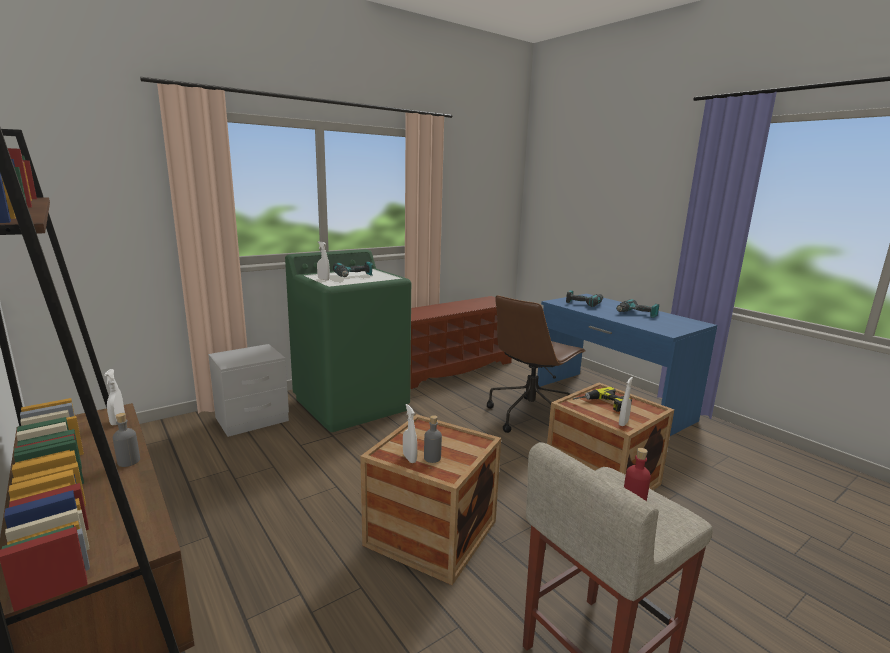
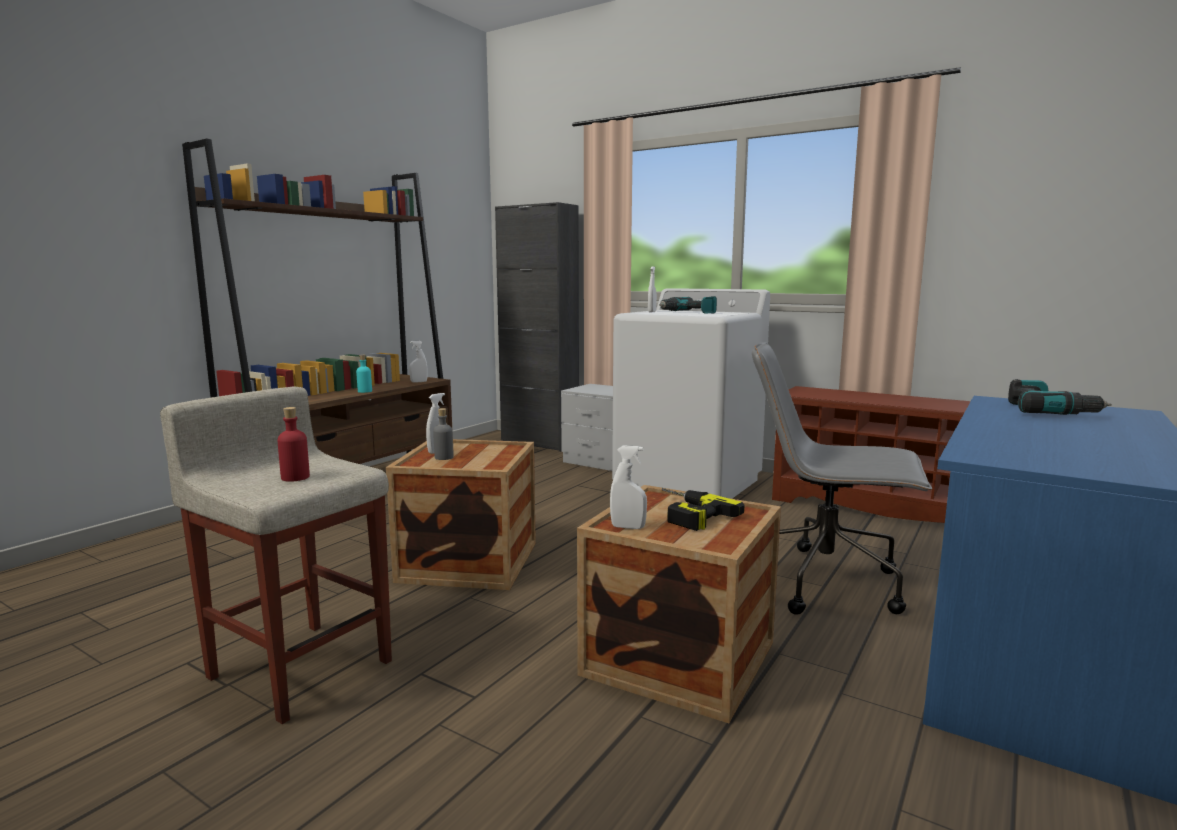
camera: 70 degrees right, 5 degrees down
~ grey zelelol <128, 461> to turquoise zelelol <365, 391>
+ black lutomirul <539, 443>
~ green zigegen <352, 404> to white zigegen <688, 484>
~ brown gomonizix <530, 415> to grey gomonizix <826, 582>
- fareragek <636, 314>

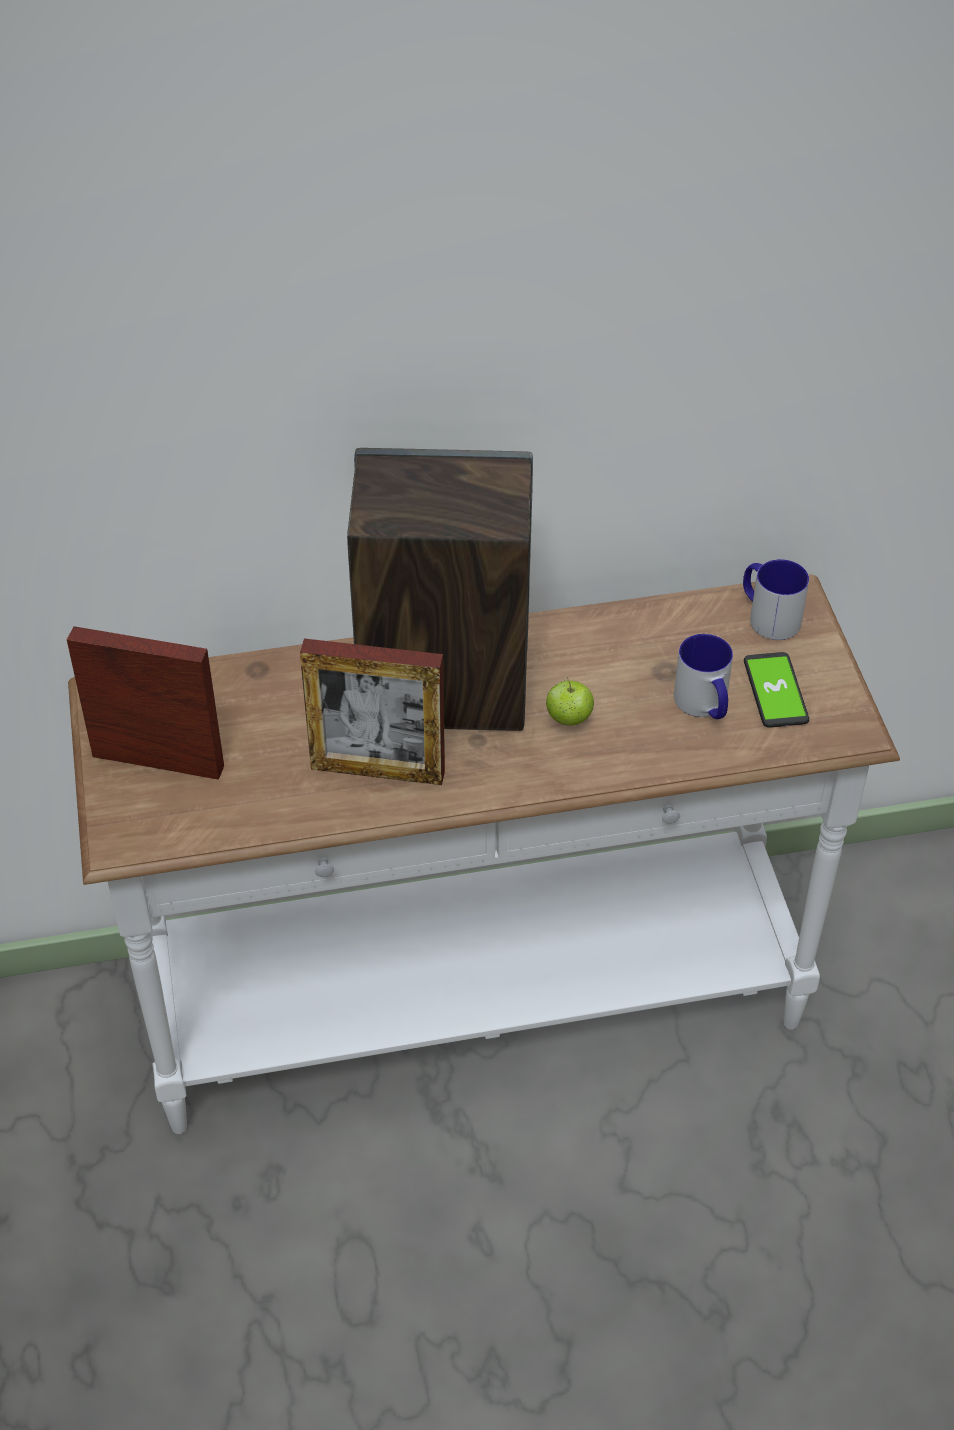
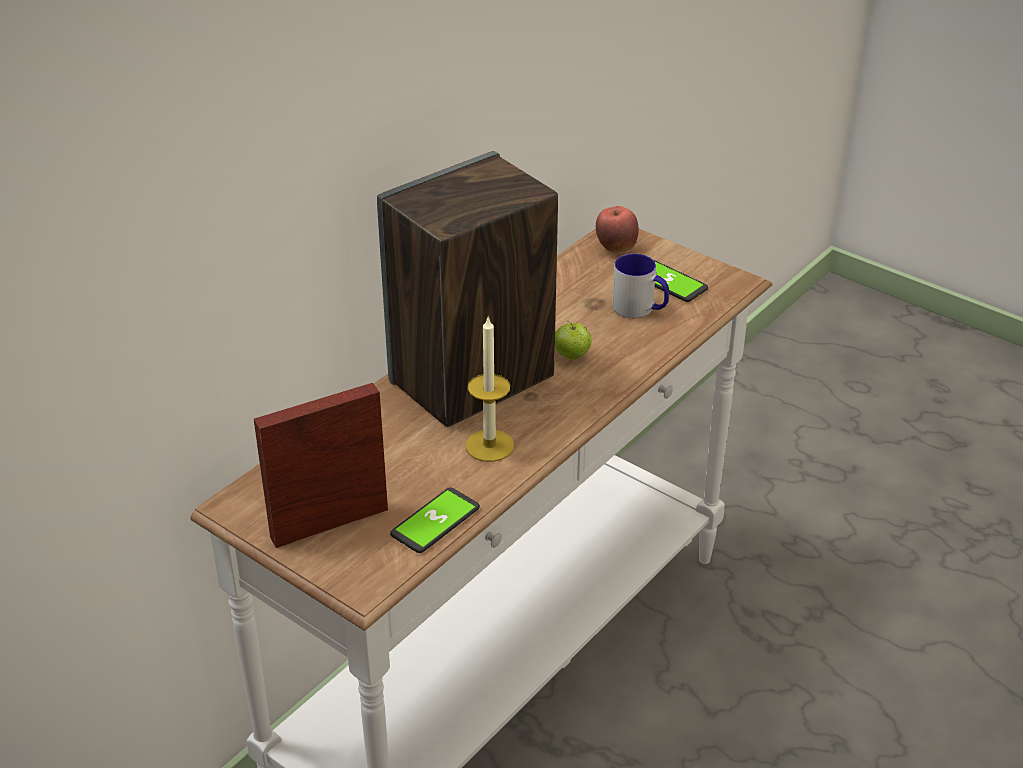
camera: 40 degrees left, 10 degrees down
+ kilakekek <435, 521>
~ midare <377, 770> to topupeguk <489, 445>
~ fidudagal <767, 616> to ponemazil <615, 248>

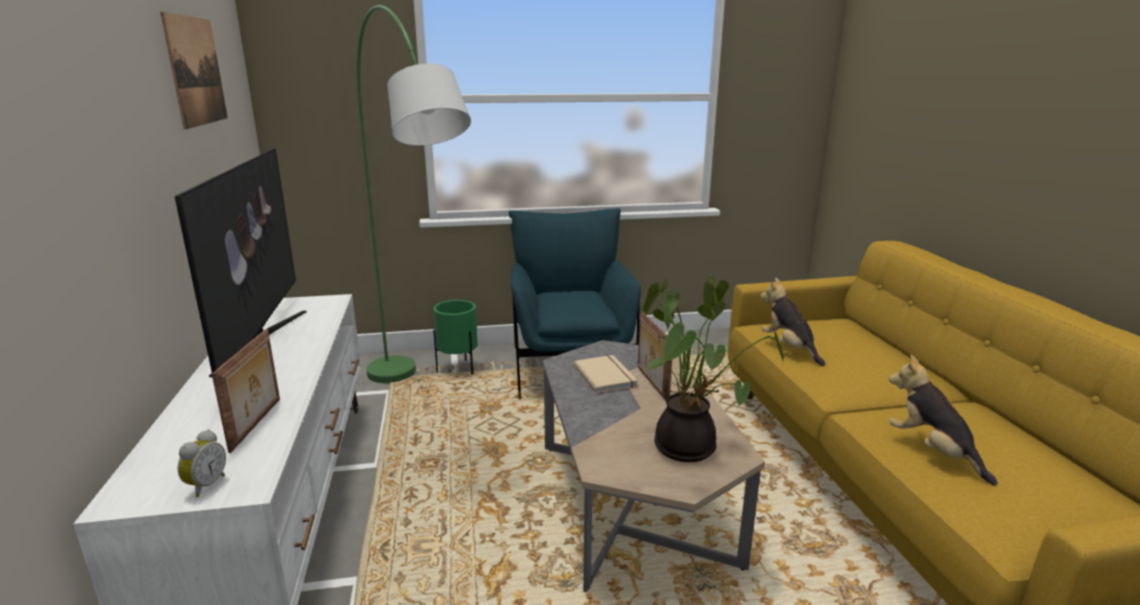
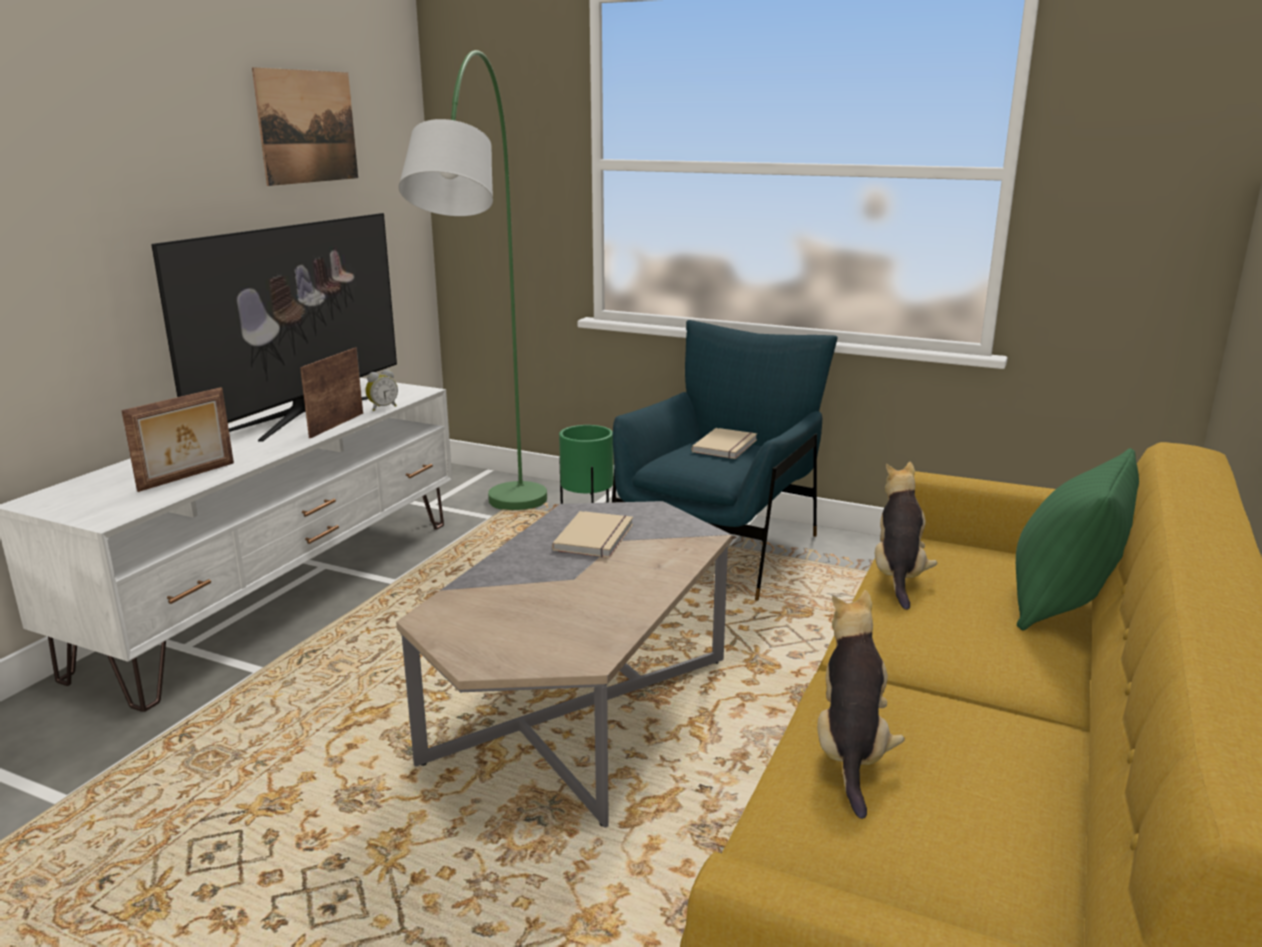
camera: 35 degrees right, 0 degrees up
~ midare <651, 384> to <335, 425>
~ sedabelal <205, 485> to <382, 408>
+ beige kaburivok <727, 446>
+ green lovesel <1062, 603>
- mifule <690, 447>

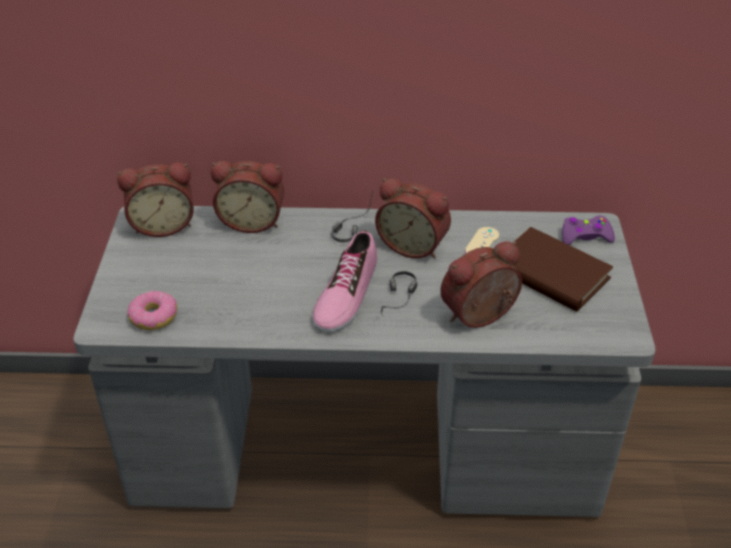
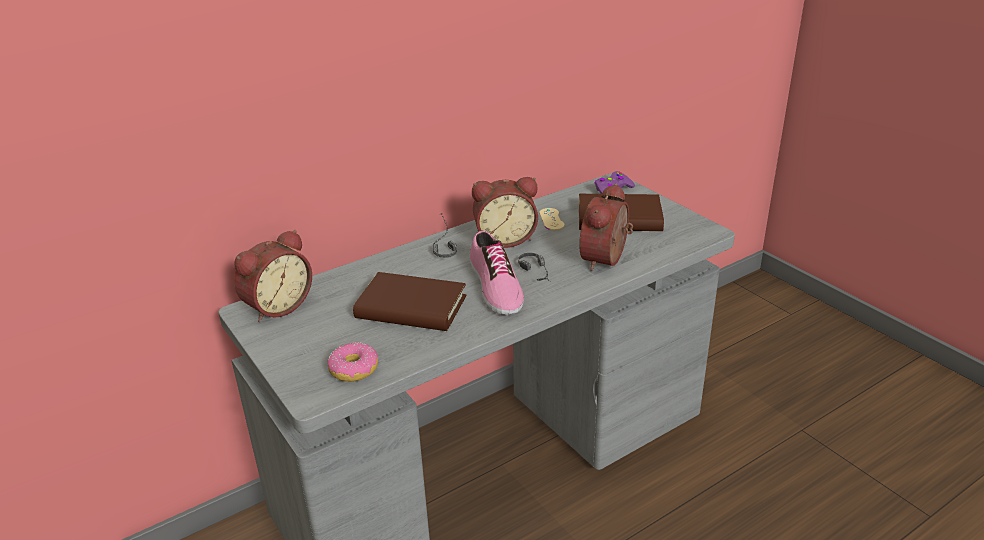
camera: 35 degrees left, 10 degrees down
+ brown kaburivok <411, 307>
- sedabelal <252, 220>

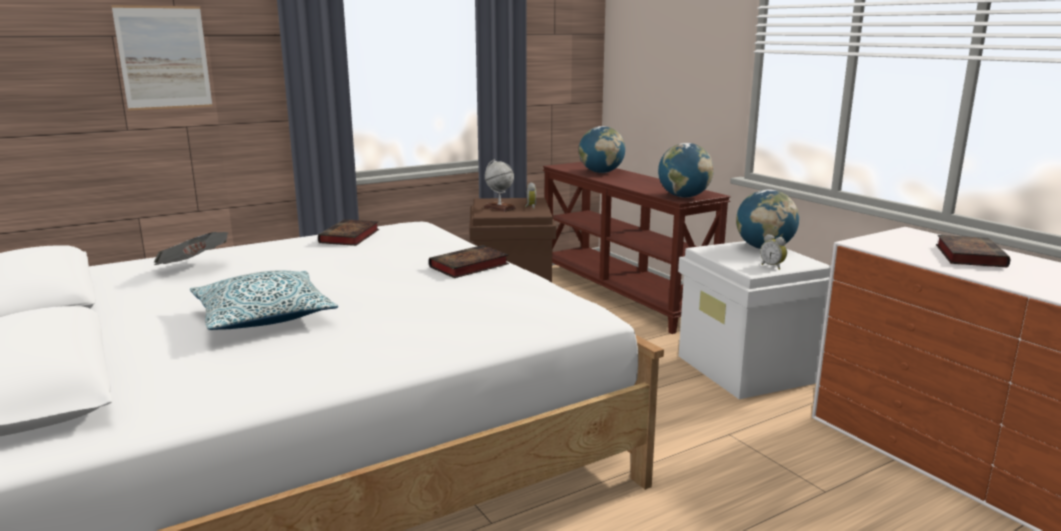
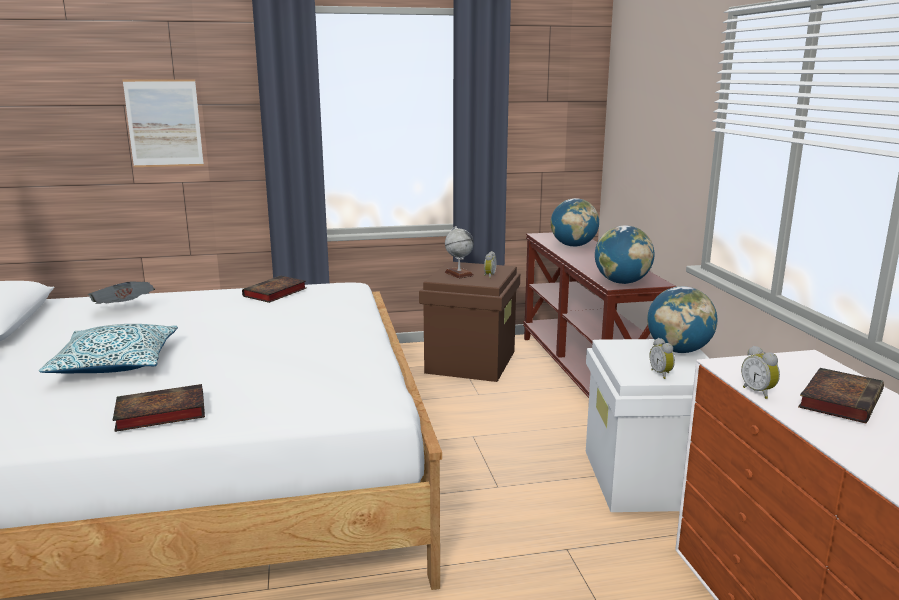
camera: 20 degrees right, 0 degrees up
~ kaburivok <468, 266> to <158, 413>
+ sedabelal <759, 392>

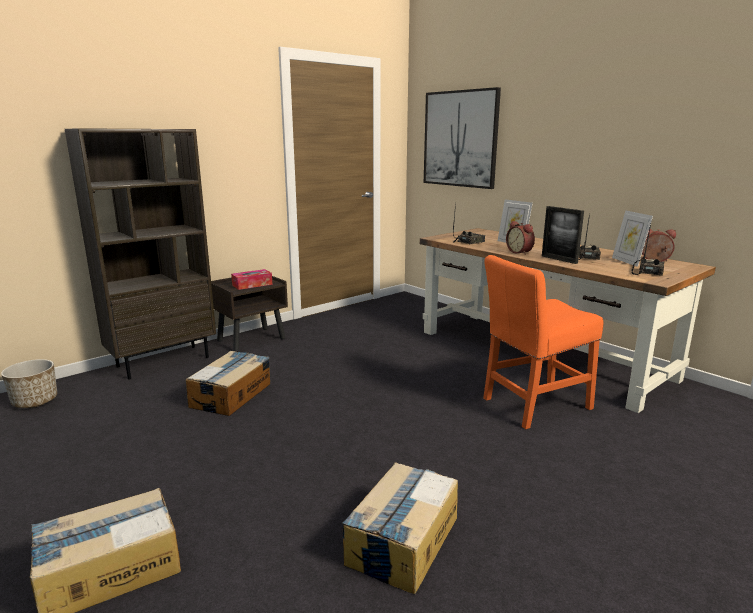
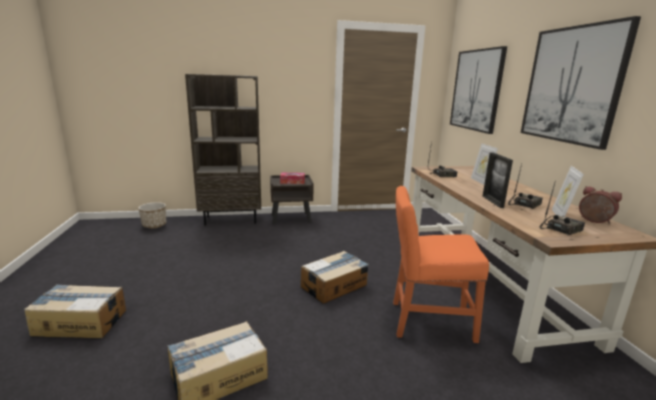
camera: 30 degrees right, 0 degrees up
~ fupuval <232, 395> to <334, 286>
+ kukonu <572, 85>
- sedabelal <520, 252>

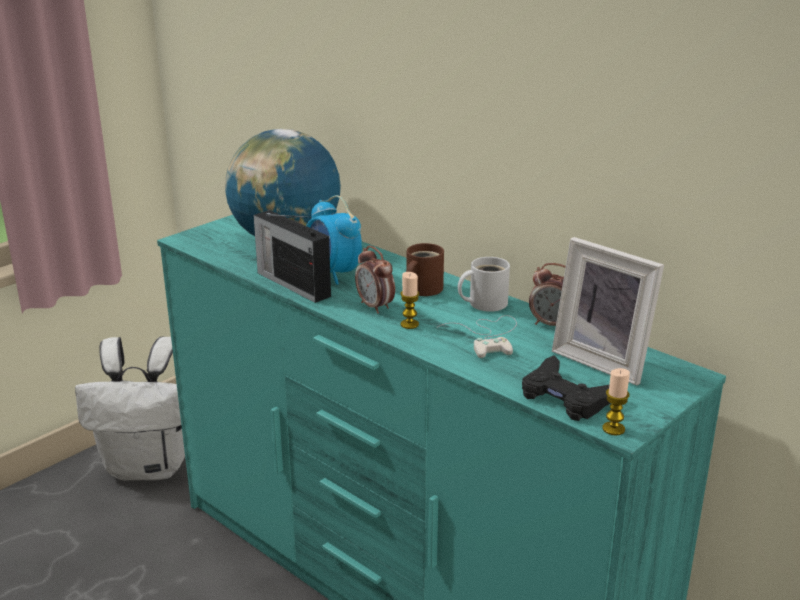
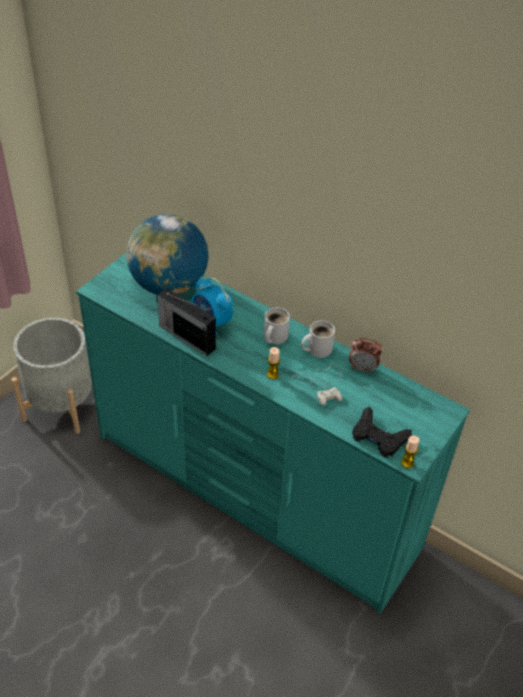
camera: 10 degrees left, 20 degrees up
~ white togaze <150, 466> to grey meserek <61, 404>
~ brown fidudagal <421, 289> to white fidudagal <273, 337>
- sedabelal <375, 307>
- midare <604, 361>

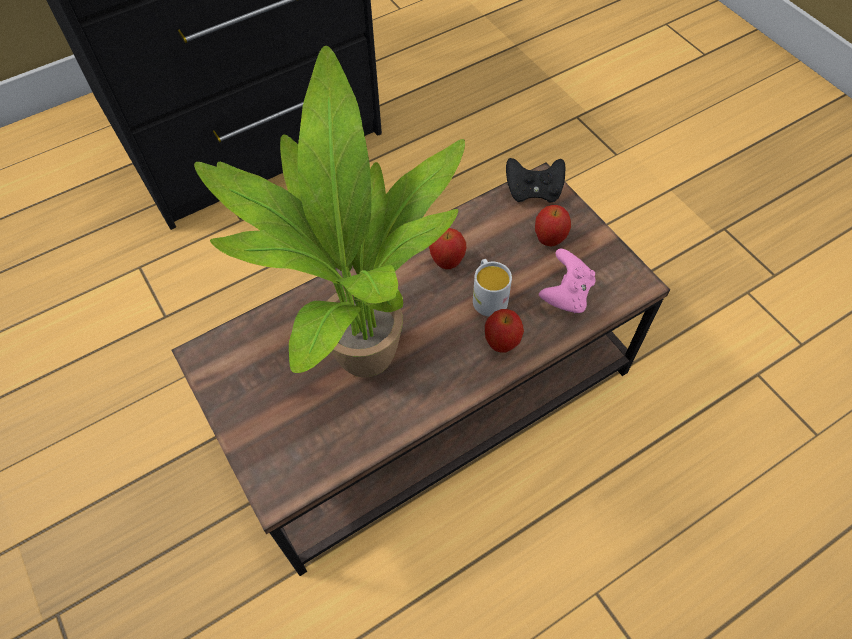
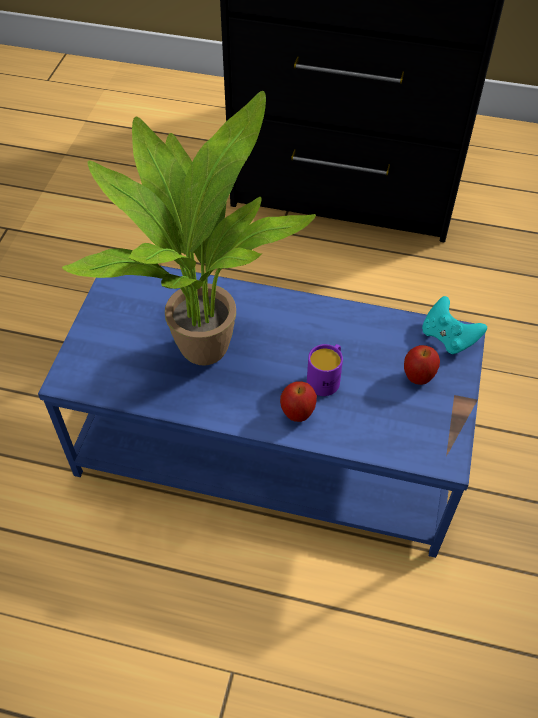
camera: 45 degrees right, 5 degrees down
~ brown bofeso <428, 396> to blue bofeso <271, 443>
~ white fidudagal <488, 296> to purple fidudagal <326, 378>
~ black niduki <533, 191> to turquoise niduki <448, 337>
- ponemazil <447, 262>
- pink niduki <566, 294>

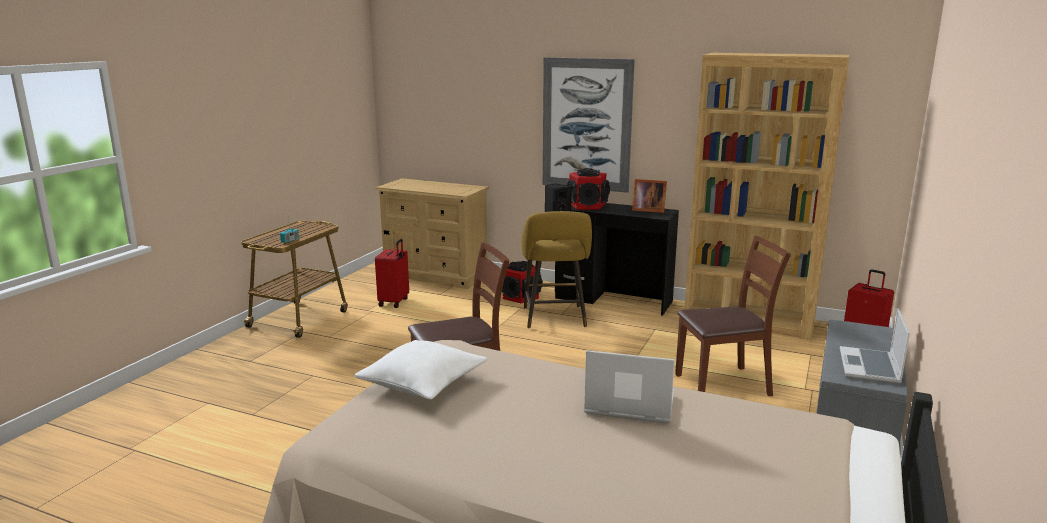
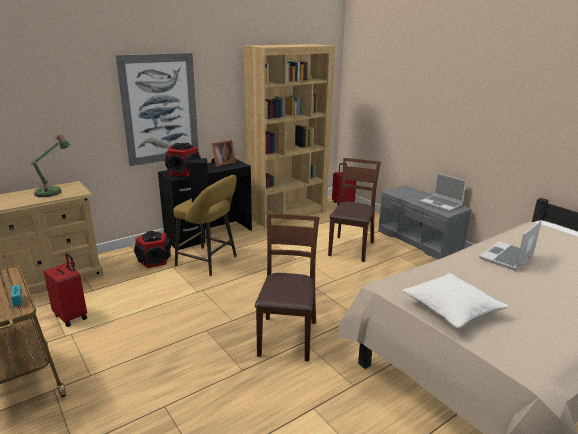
camera: 60 degrees left, 5 degrees up
+ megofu <52, 191>

